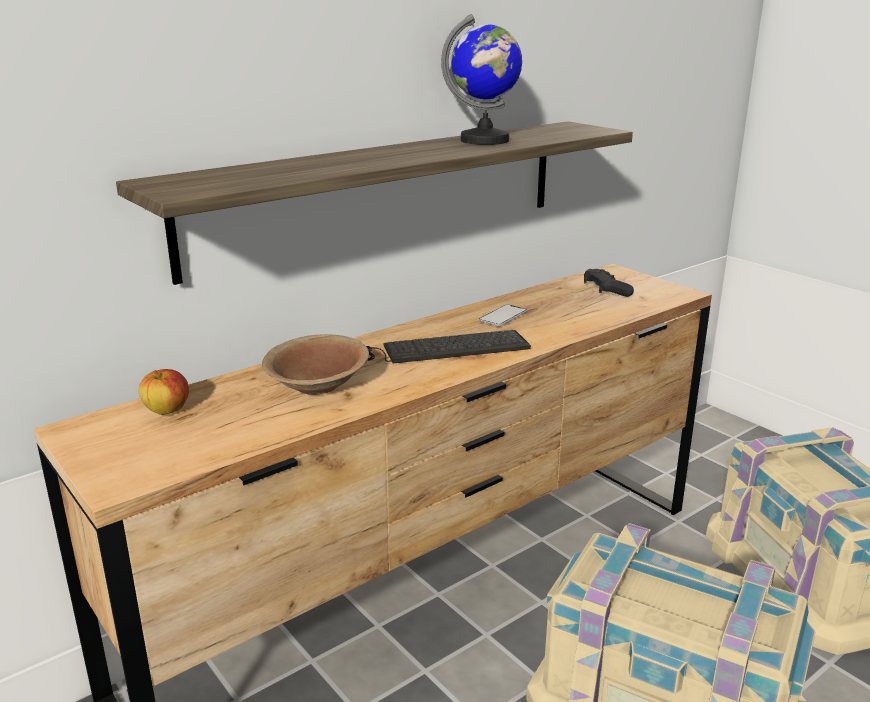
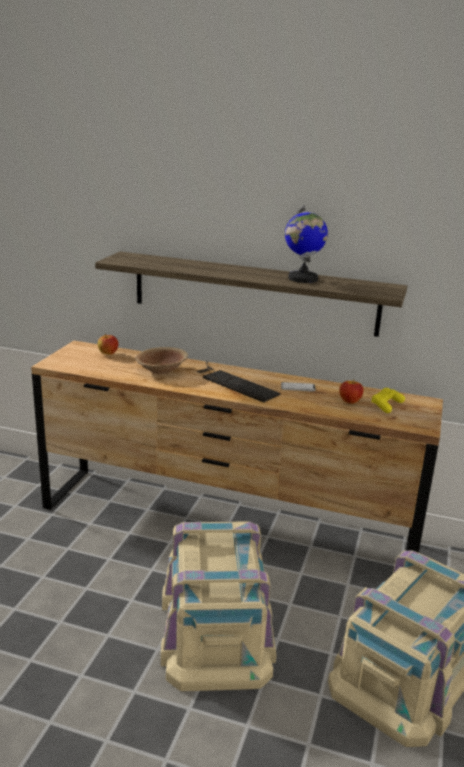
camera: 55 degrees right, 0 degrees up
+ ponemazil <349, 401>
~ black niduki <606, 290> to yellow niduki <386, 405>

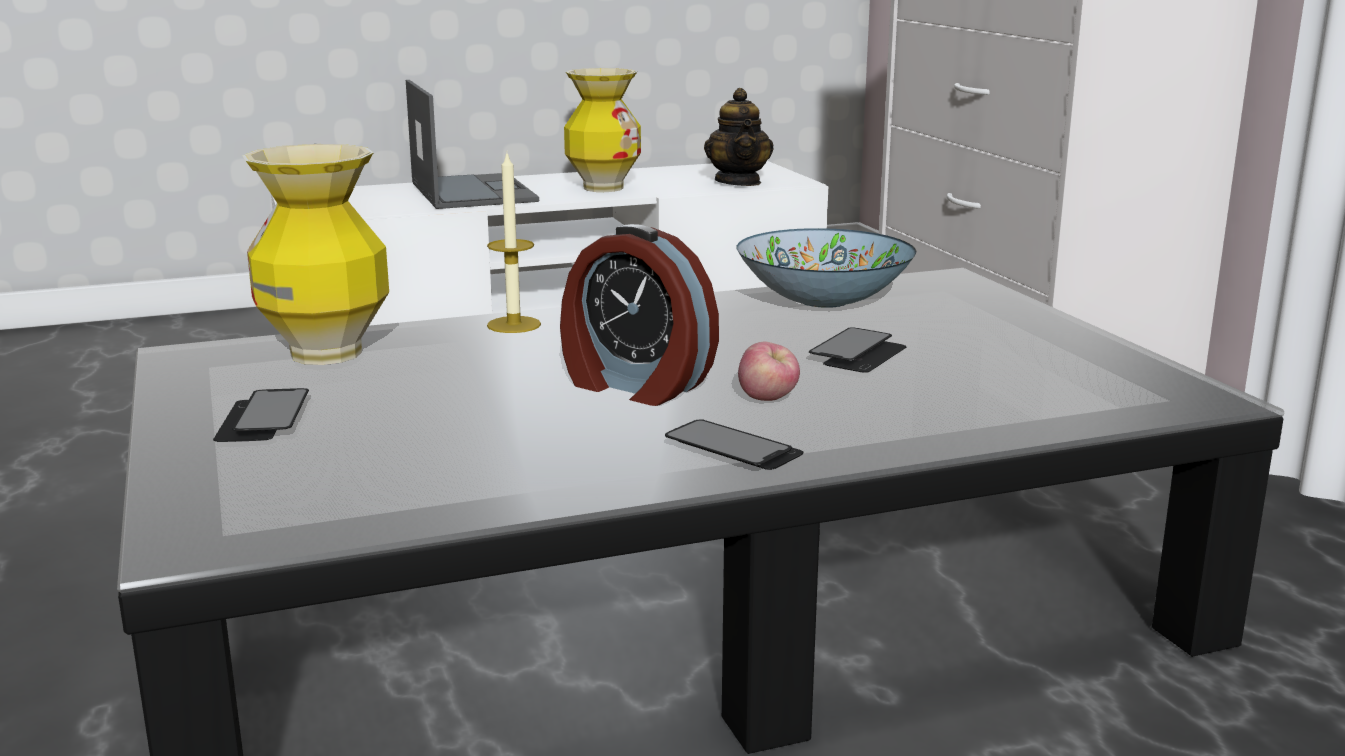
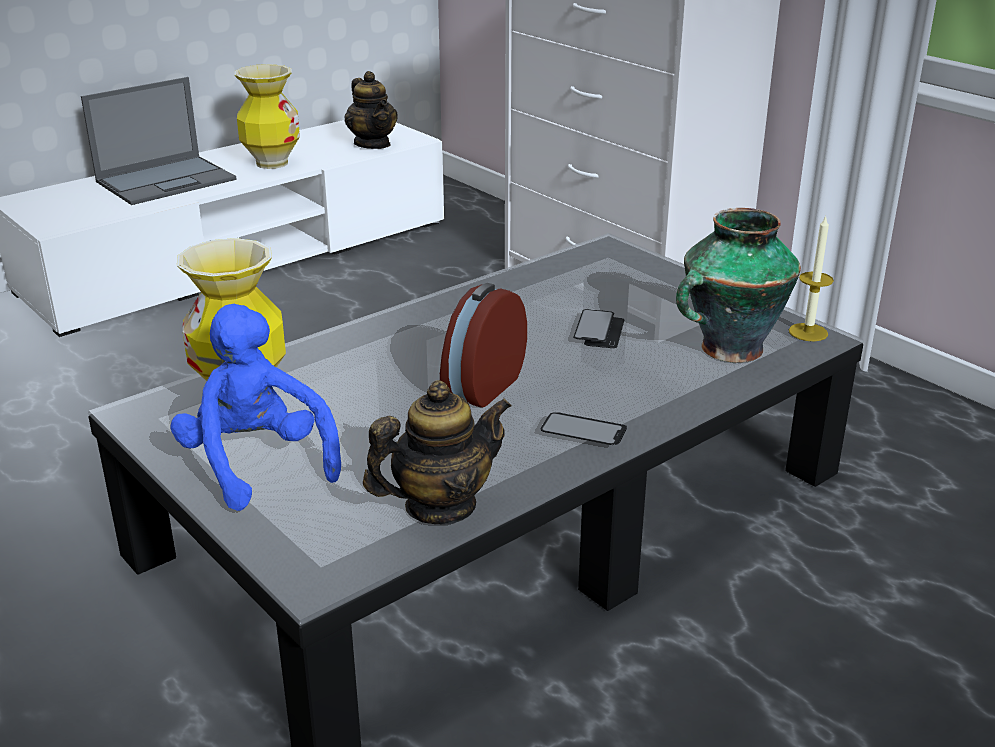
camera: 20 degrees left, 10 degrees up
~ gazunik <472, 192> = <167, 180> 90 degrees clockwise
~ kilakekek <263, 419> to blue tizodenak <257, 464>
+ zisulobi <440, 506>
~ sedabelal <634, 386> = <481, 386> 105 degrees clockwise
+ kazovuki <729, 349>
~ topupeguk <514, 325> to <808, 332>
- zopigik <824, 301>
- ponemazil <768, 399>

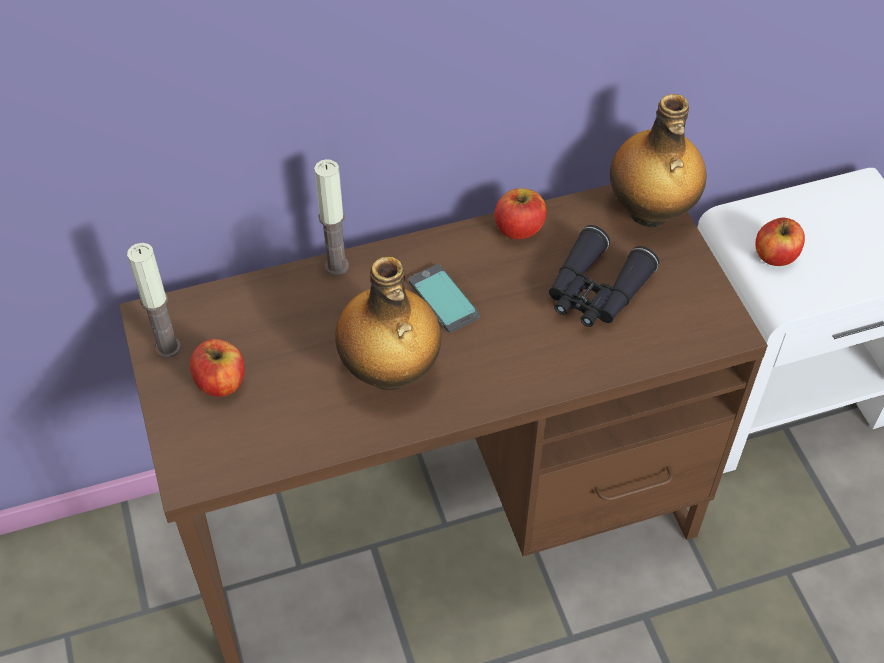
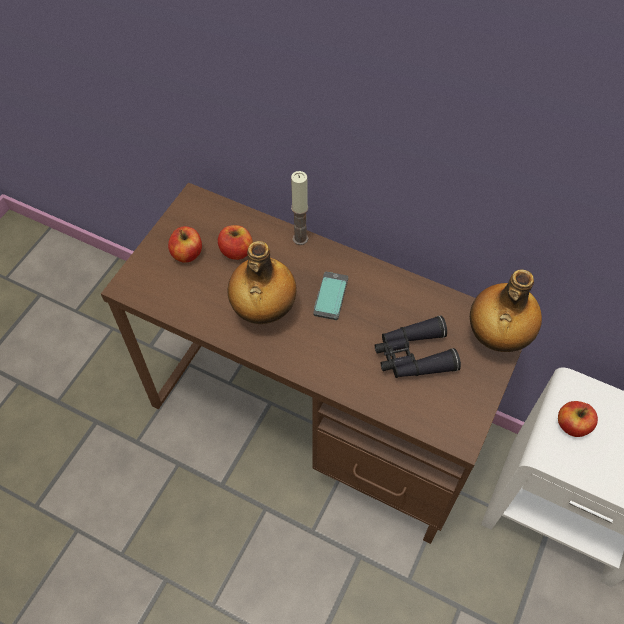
camera: 45 degrees right, 5 degrees up
~ ponemazil <519, 228> to <236, 251>
- topupeguk <168, 347>

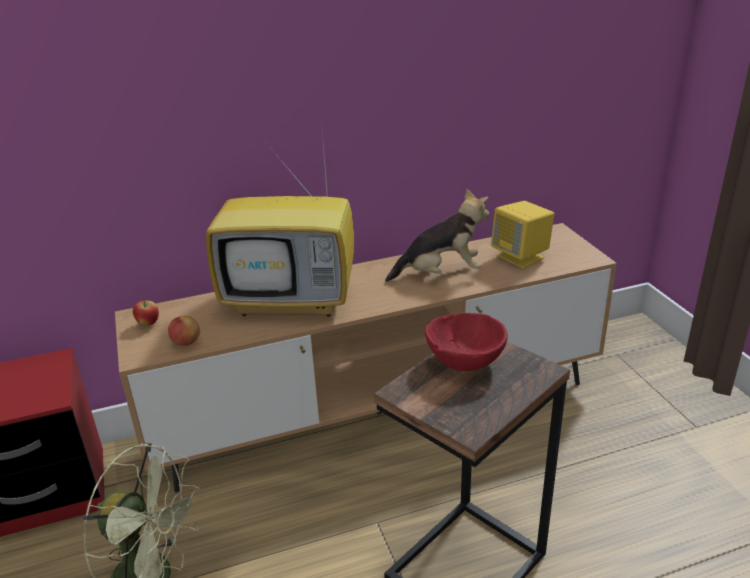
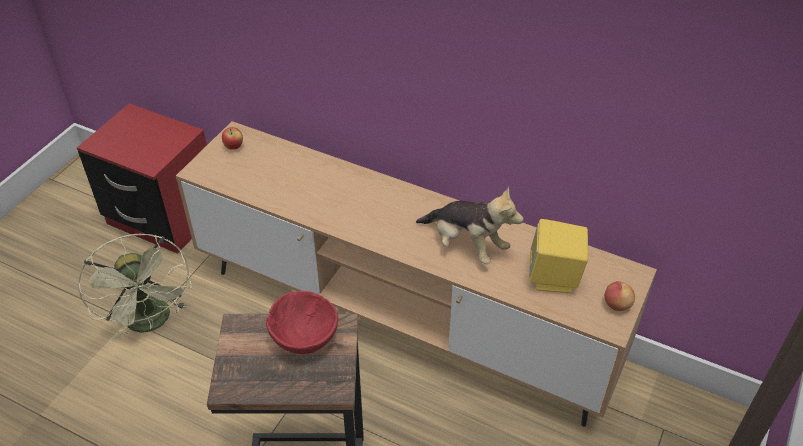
camera: 45 degrees right, 15 degrees up
~ ponemazil <186, 342> to <616, 305>
- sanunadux <293, 301>

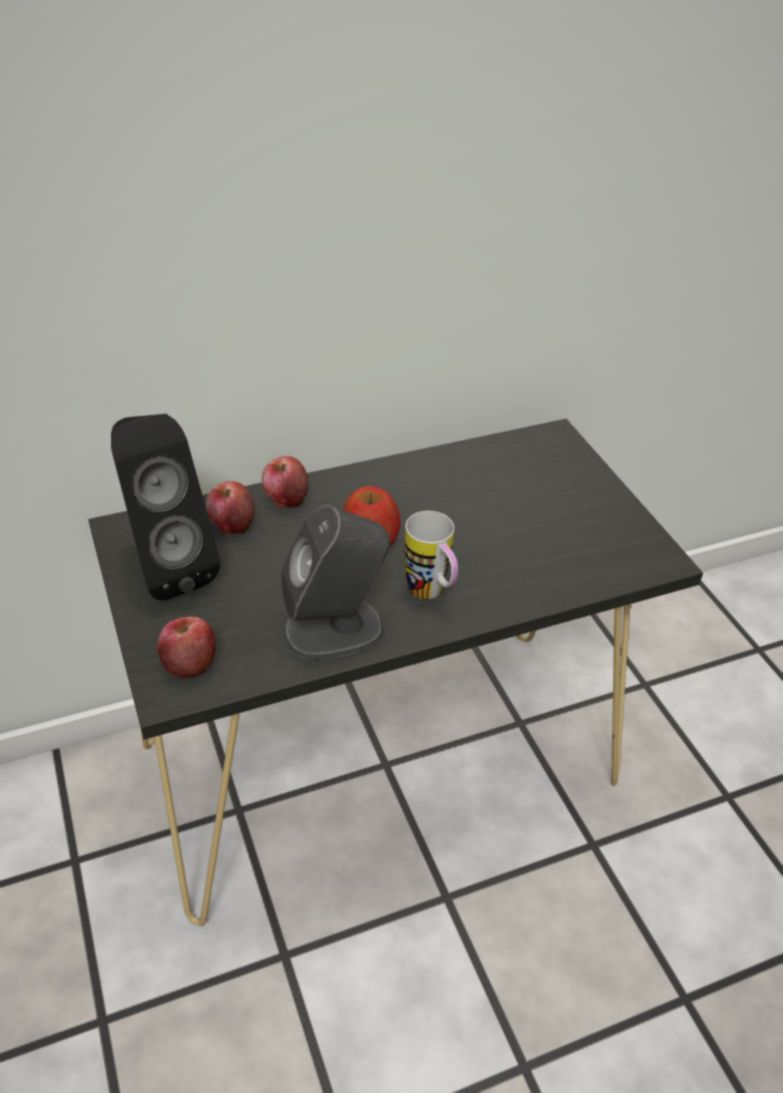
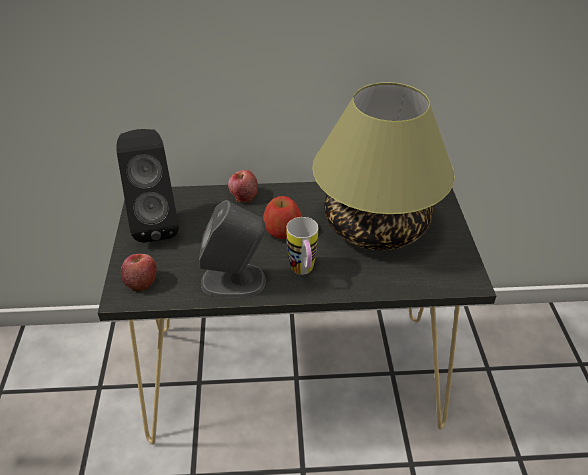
camera: 20 degrees right, 0 degrees up
+ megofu <375, 227>
- ponemazil <231, 524>

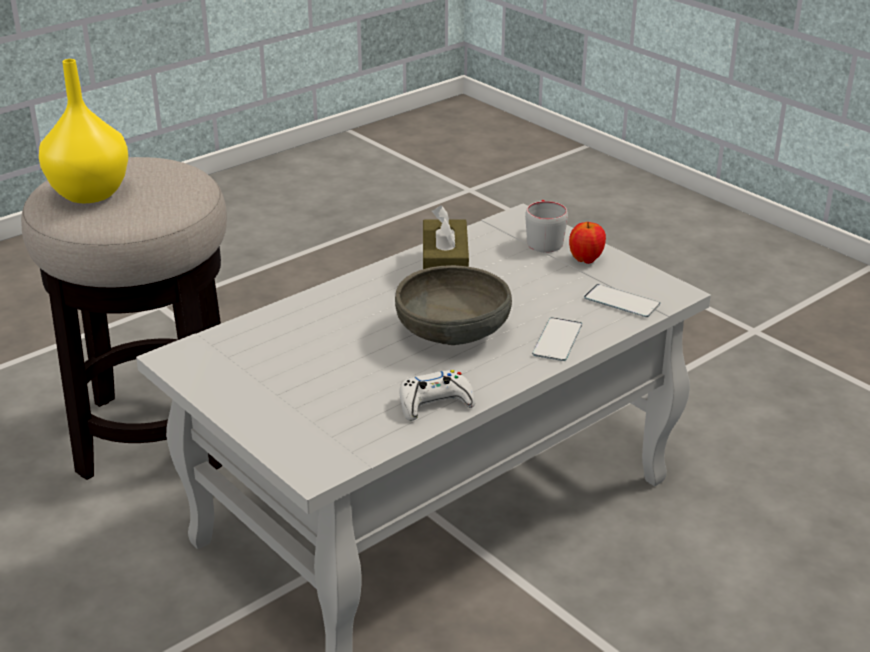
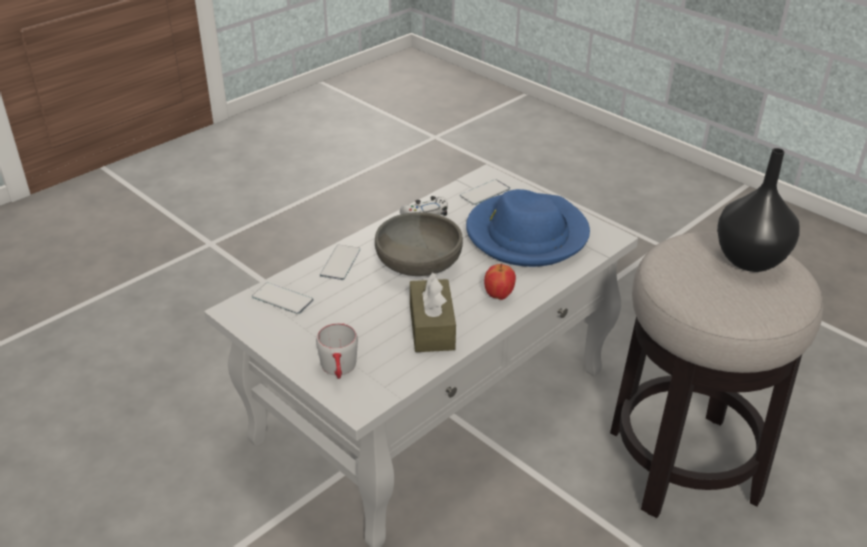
camera: 175 degrees right, 5 degrees up
+ kilakekek <485, 192>
+ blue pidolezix <526, 234>
~ ponemazil <586, 260> to <498, 295>
~ yellow kazovuki <91, 194> to black kazovuki <748, 260>

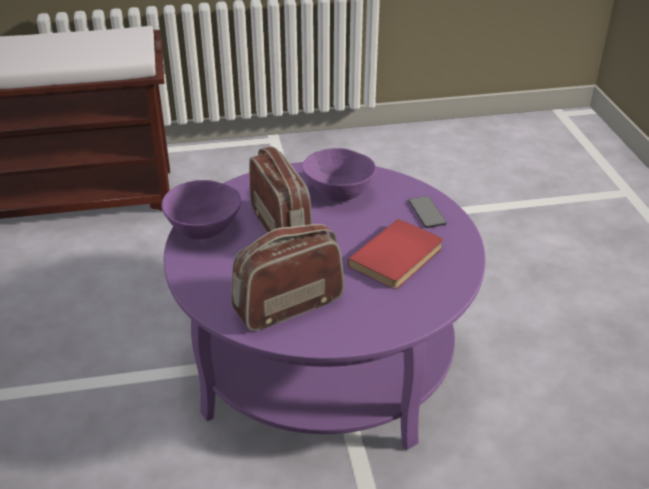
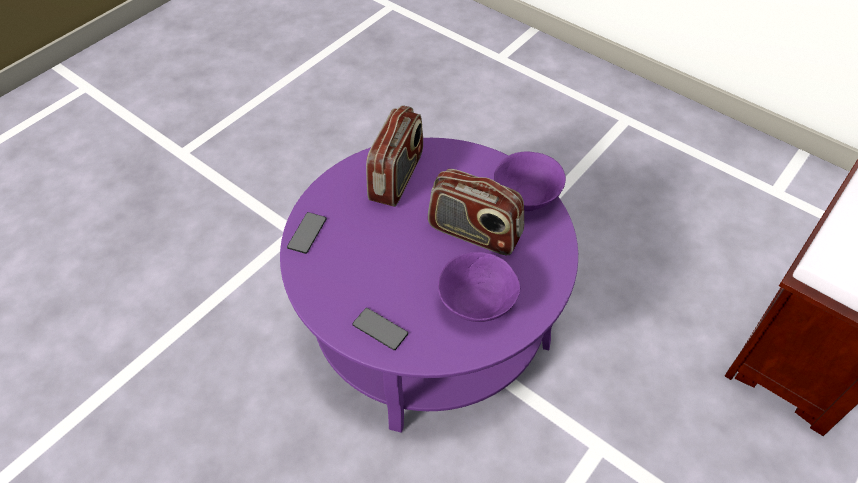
camera: 140 degrees right, 15 degrees up
+ kilakekek <307, 233>
- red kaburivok <399, 258>

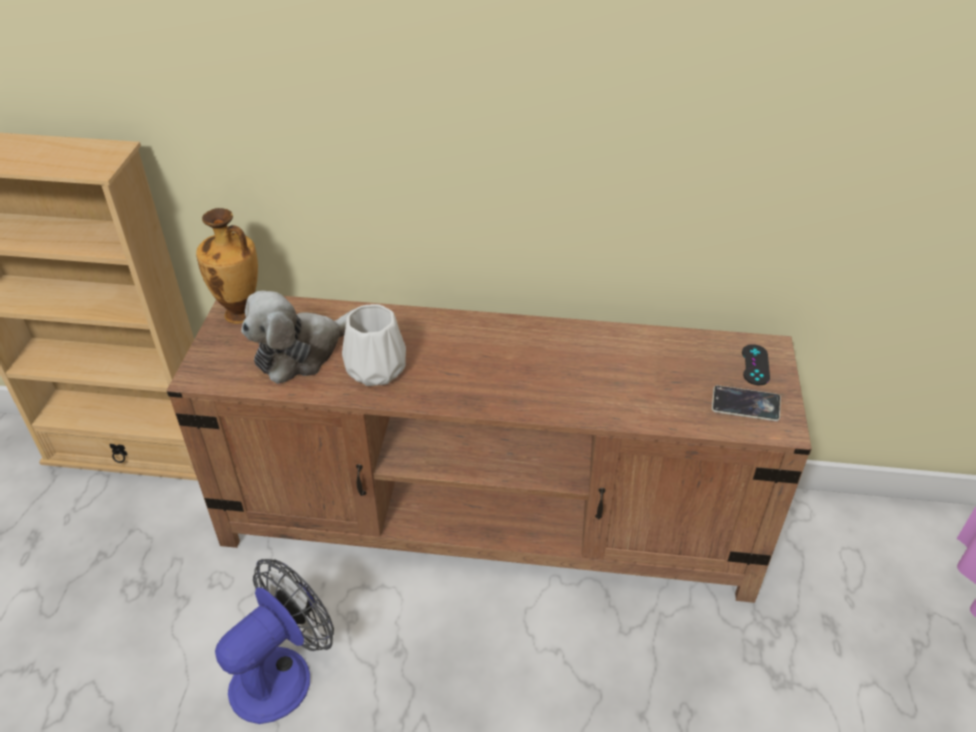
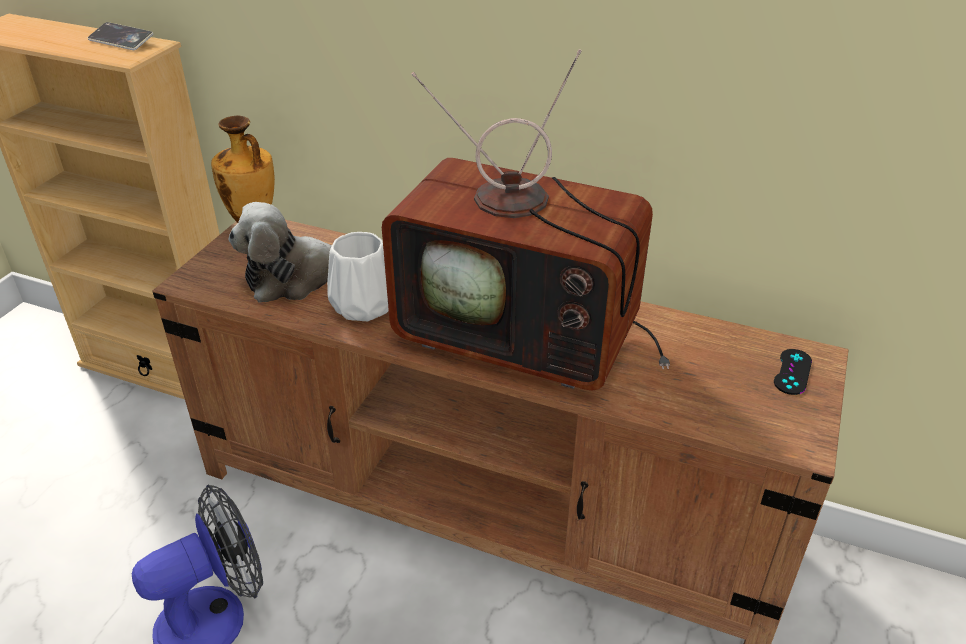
camera: 15 degrees right, 5 degrees down
~ kilakekek <745, 406> to <121, 41>
+ sanunadux <526, 335>

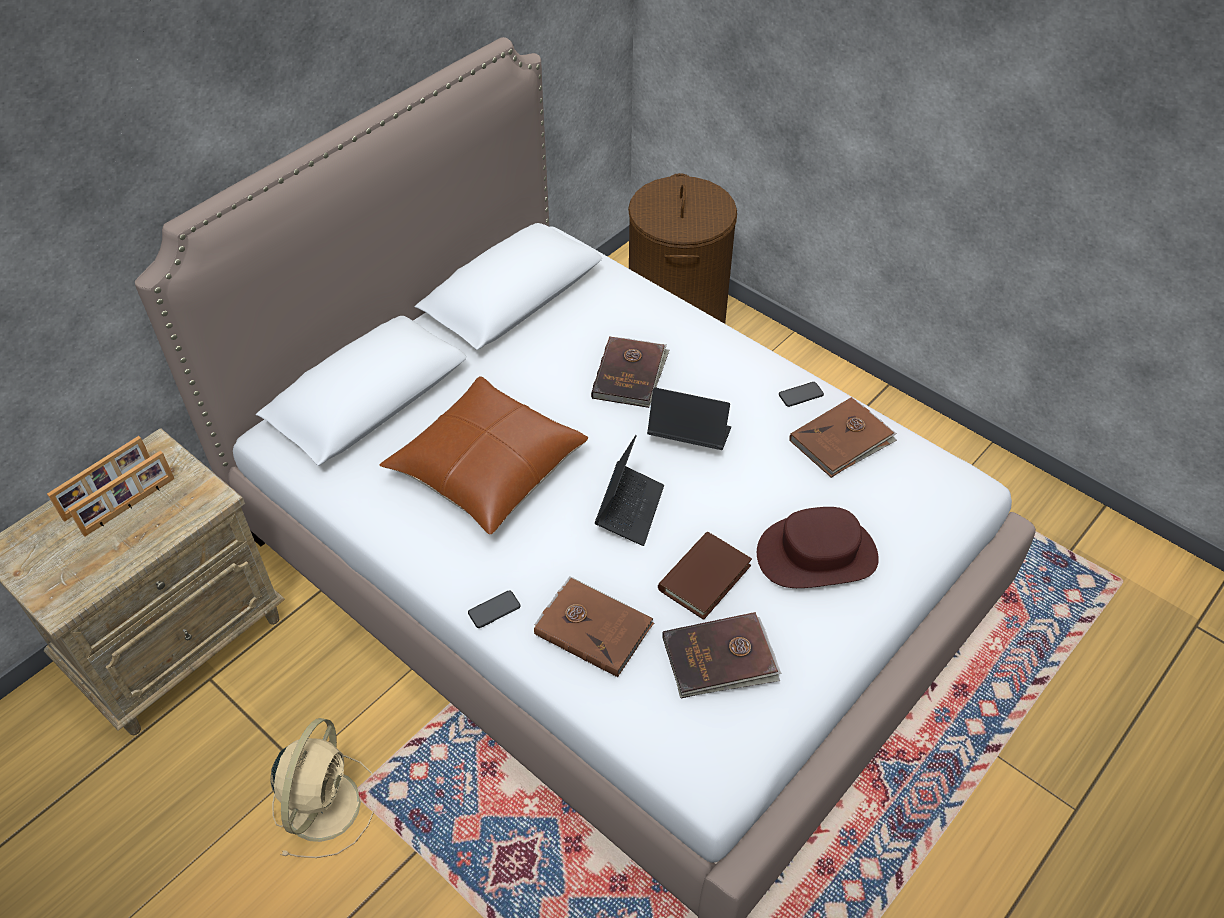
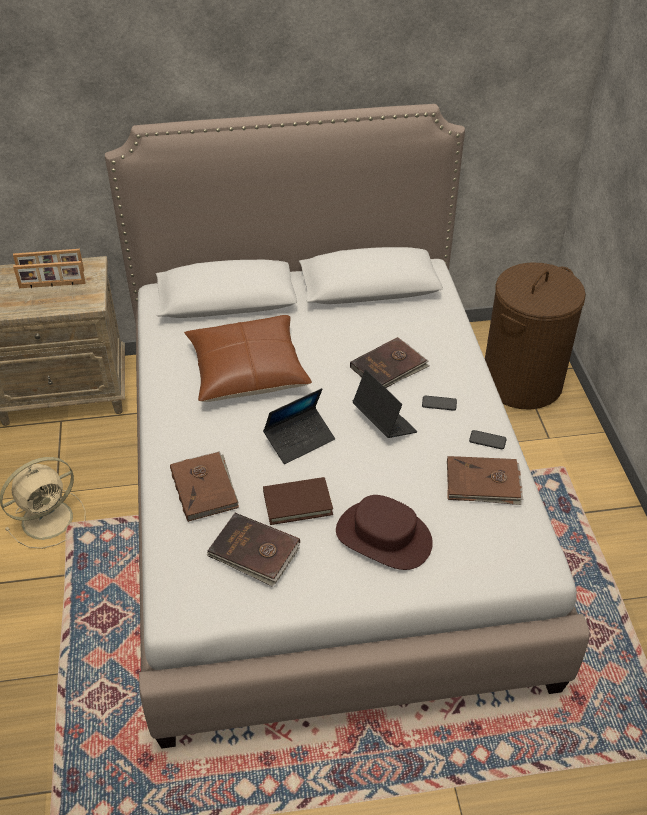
camera: 40 degrees right, 5 degrees down
~ kilakekek <494, 610> to <439, 403>

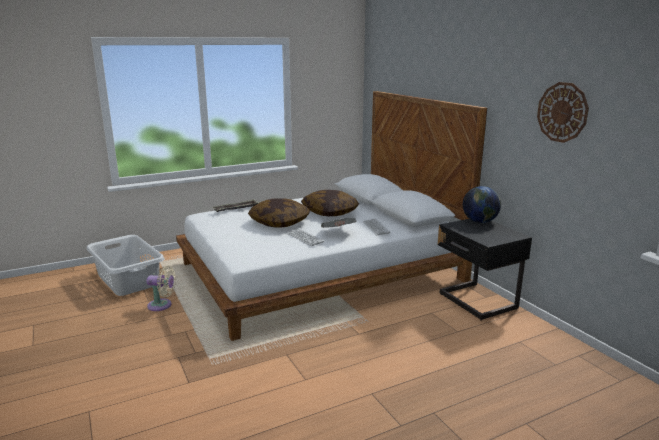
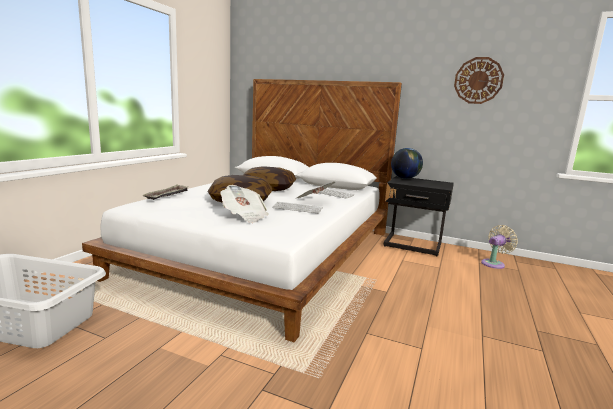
camera: 40 degrees left, 5 degrees down
+ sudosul <244, 216>
~ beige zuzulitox <162, 305> to <494, 263>

